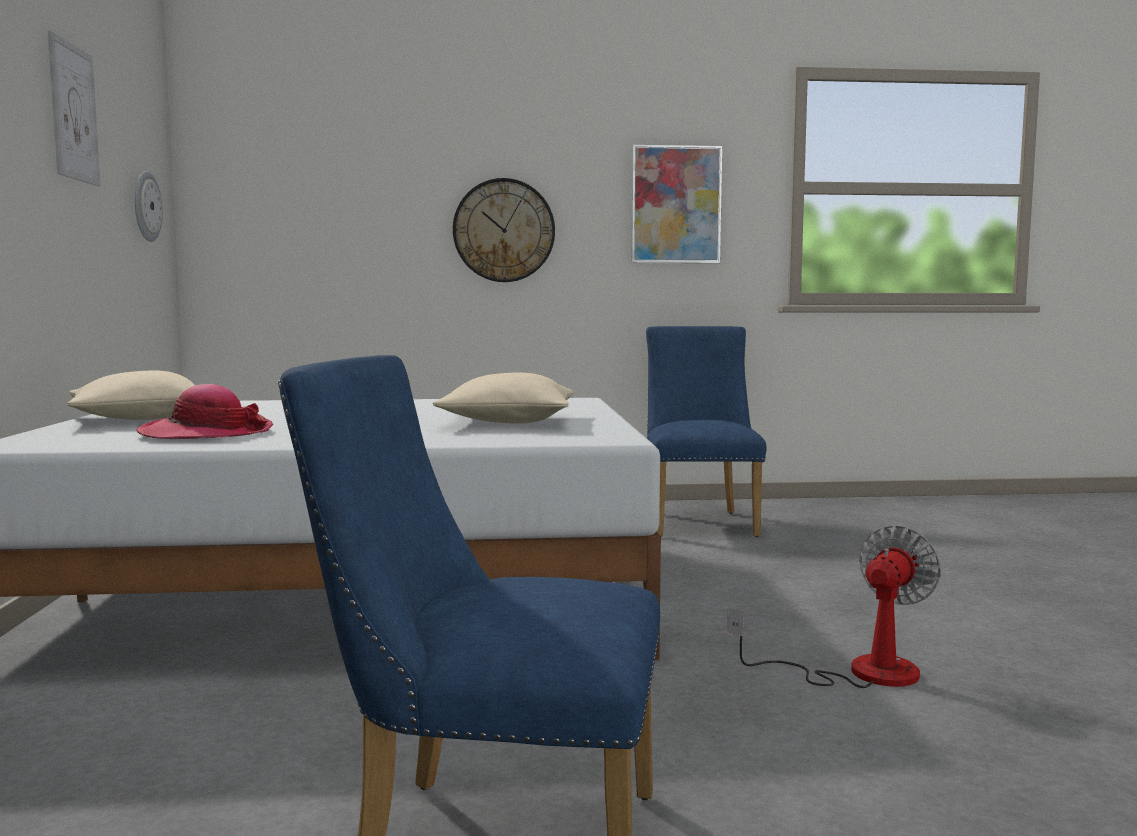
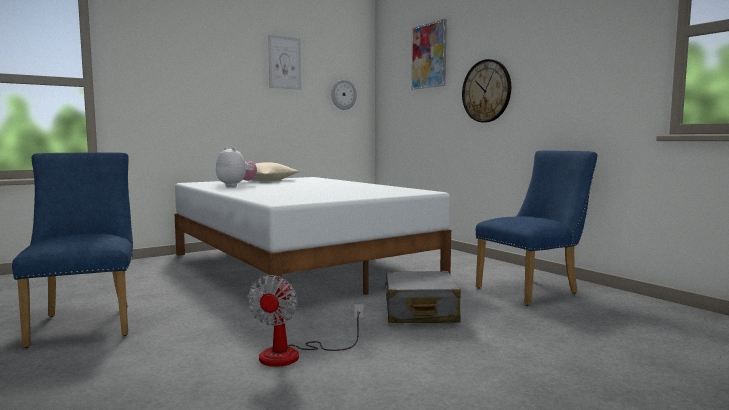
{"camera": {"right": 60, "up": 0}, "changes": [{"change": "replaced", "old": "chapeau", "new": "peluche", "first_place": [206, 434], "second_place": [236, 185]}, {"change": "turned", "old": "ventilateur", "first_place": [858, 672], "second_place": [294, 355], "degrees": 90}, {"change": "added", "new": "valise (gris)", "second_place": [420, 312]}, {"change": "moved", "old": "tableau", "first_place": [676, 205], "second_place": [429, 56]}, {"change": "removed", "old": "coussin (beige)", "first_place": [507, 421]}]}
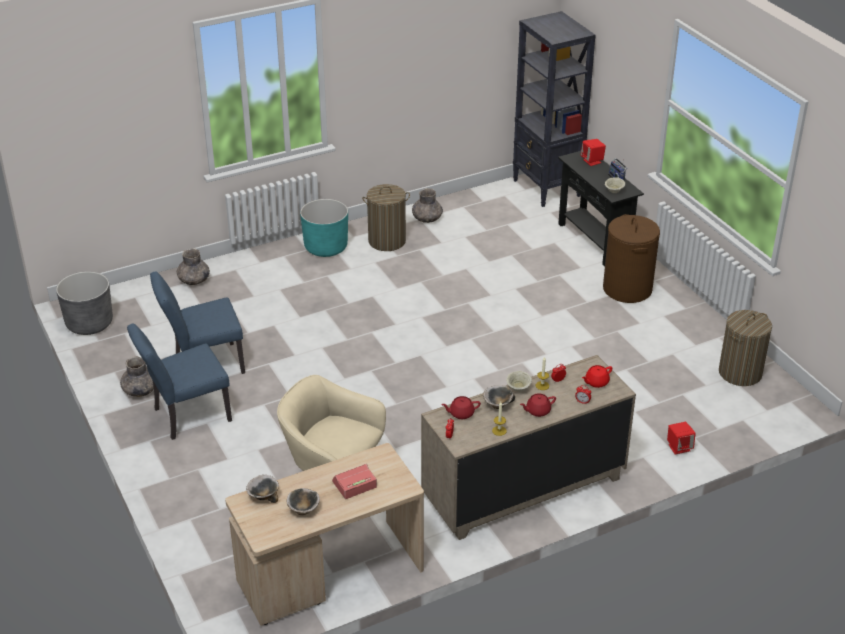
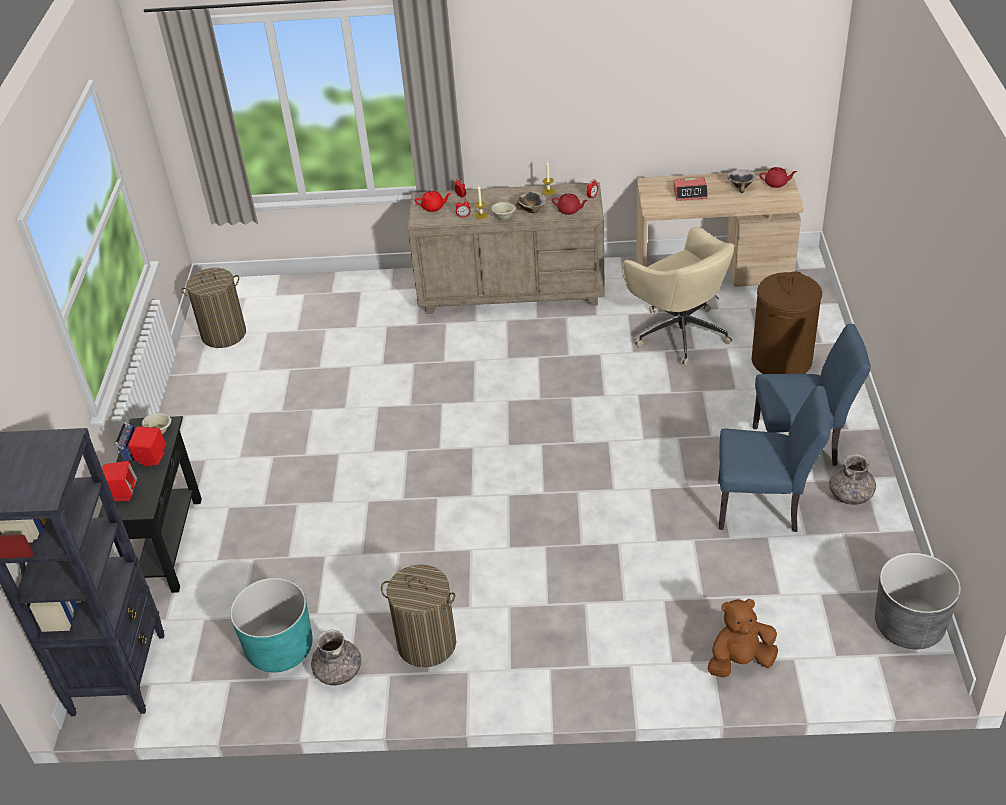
{"camera": {"right": -150, "up": 5}, "changes": [{"change": "moved", "old": "enceinte (rouge)", "first_place": [679, 447], "second_place": [151, 458]}, {"change": "moved", "old": "cache-pot (turquoise)", "first_place": [326, 247], "second_place": [280, 648]}, {"change": "replaced", "old": "vase (gris)", "new": "peluche (marron)", "first_place": [194, 280], "second_place": [740, 661]}, {"change": "moved", "old": "panier à linge (marron)", "first_place": [627, 289], "second_place": [781, 361]}, {"change": "moved", "old": "théière (rouge)", "first_place": [537, 411], "second_place": [776, 183]}, {"change": "removed", "old": "bol", "first_place": [263, 496]}]}
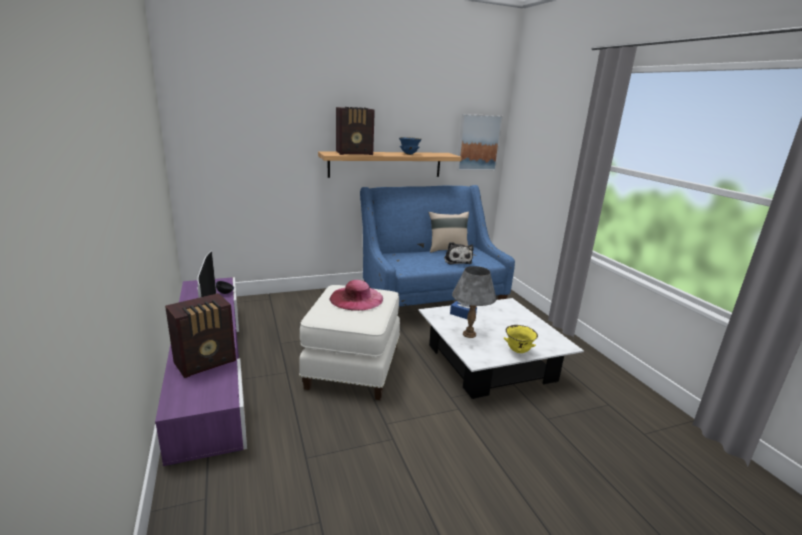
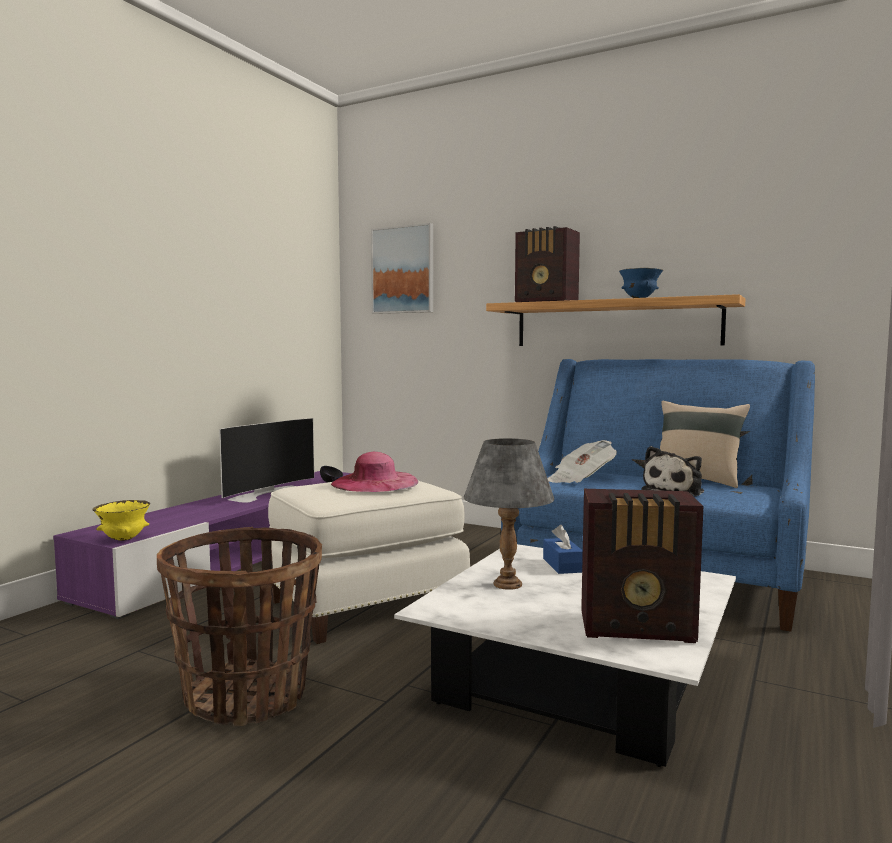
{"camera": {"right": 50, "up": -15}, "changes": [{"change": "moved", "old": "bol (jaune)", "first_place": [518, 351], "second_place": [124, 539]}, {"change": "added", "new": "panier", "second_place": [247, 696]}, {"change": "moved", "old": "tableau", "first_place": [478, 142], "second_place": [403, 270]}, {"change": "added", "new": "journal", "second_place": [580, 480]}, {"change": "moved", "old": "radio", "first_place": [207, 362], "second_place": [639, 628]}]}
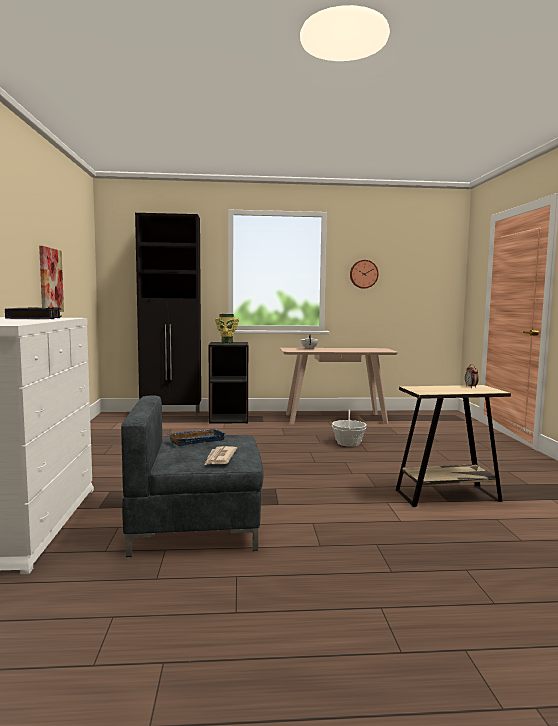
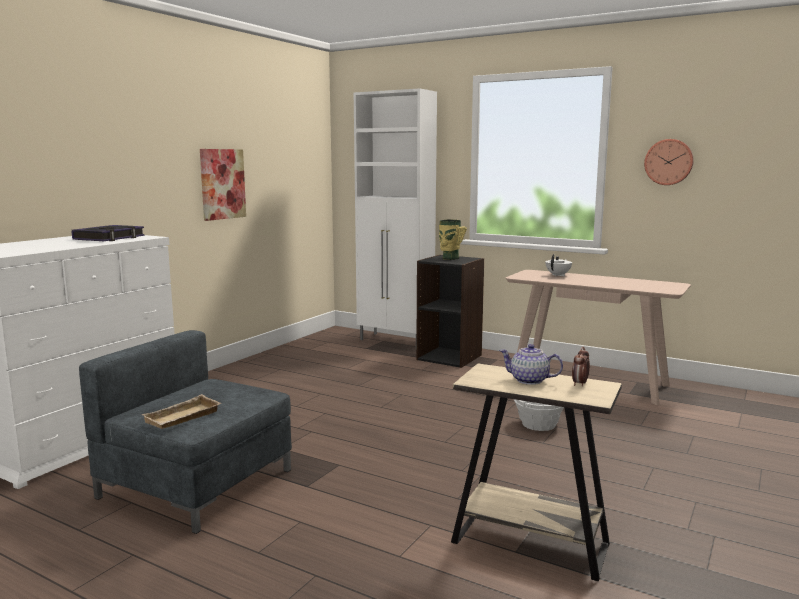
{"camera": {"right": 35, "up": 5}, "changes": [{"change": "replaced", "old": "journal", "new": "plateau (beige)", "first_place": [220, 458], "second_place": [183, 418]}, {"change": "recoloured", "old": "meuble de rangement (noir)", "new": "meuble de rangement (blanc)", "first_place": [172, 415], "second_place": [396, 341]}, {"change": "added", "new": "théière", "second_place": [530, 380]}, {"change": "removed", "old": "plateau (bleu)", "first_place": [196, 440]}]}
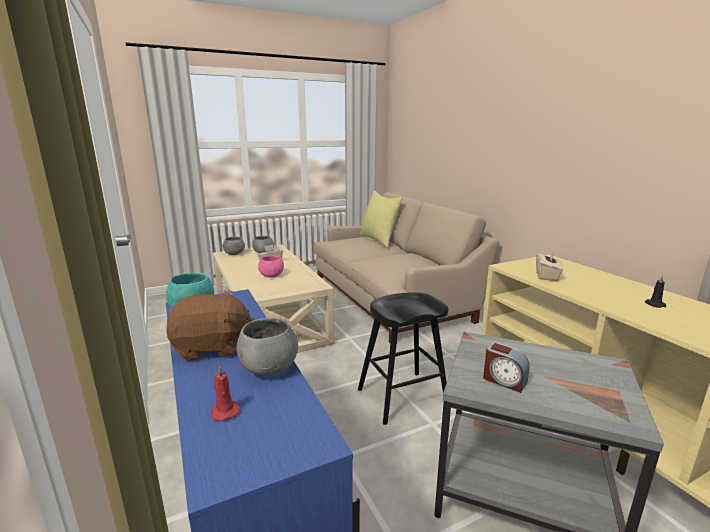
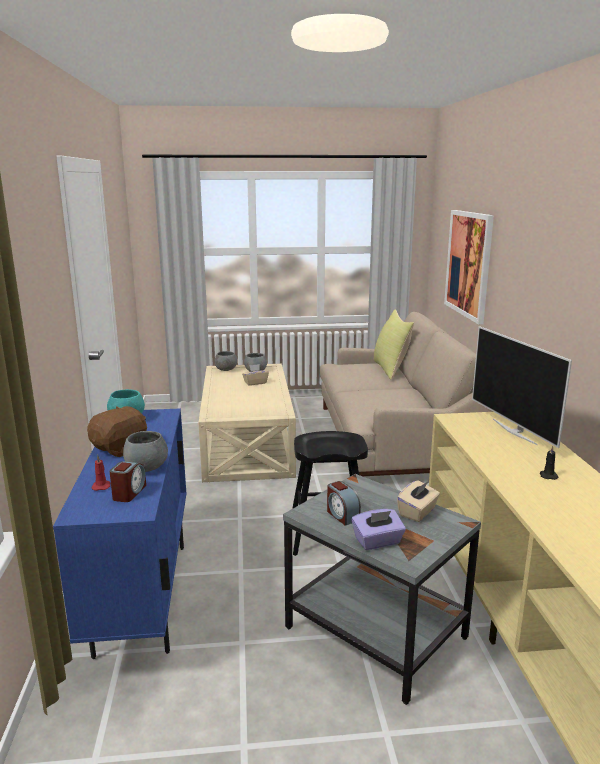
{"camera": {"right": 20, "up": 0}, "changes": [{"change": "turned", "old": "peluche (marron)", "first_place": [211, 347], "second_place": [121, 448], "degrees": -60}, {"change": "added", "new": "réveil", "second_place": [129, 493]}, {"change": "added", "new": "boîte à mouchoirs (violet)", "second_place": [378, 542]}, {"change": "moved", "old": "boîte à mouchoirs (beige)", "first_place": [547, 276], "second_place": [418, 512]}, {"change": "added", "new": "tableau", "second_place": [468, 264]}, {"change": "added", "new": "téléviseur", "second_place": [515, 431]}, {"change": "removed", "old": "bol (rose)", "first_place": [271, 276]}]}
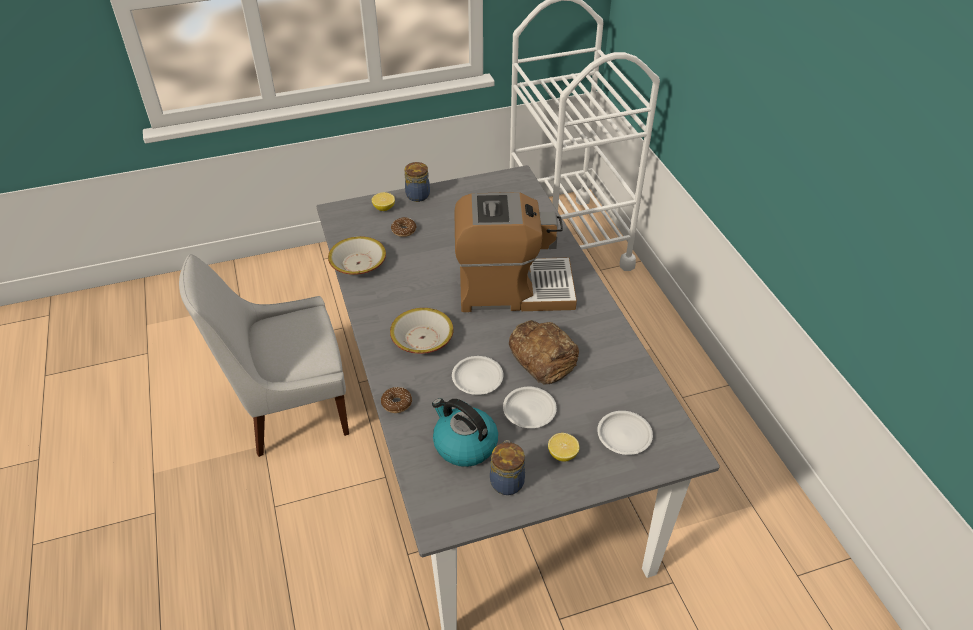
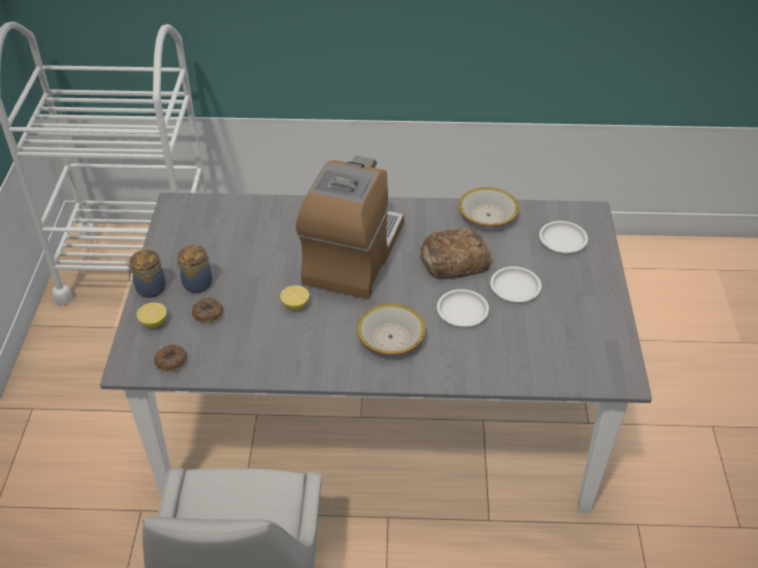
{"camera": {"right": -70, "up": 0}, "changes": [{"change": "moved", "old": "beignet", "first_place": [397, 403], "second_place": [171, 361]}, {"change": "moved", "old": "bocal", "first_place": [507, 481], "second_place": [196, 283]}, {"change": "moved", "old": "citron", "first_place": [562, 454], "second_place": [295, 305]}, {"change": "moved", "old": "bol", "first_place": [358, 264], "second_place": [488, 215]}, {"change": "removed", "old": "bouilloire", "first_place": [464, 444]}]}
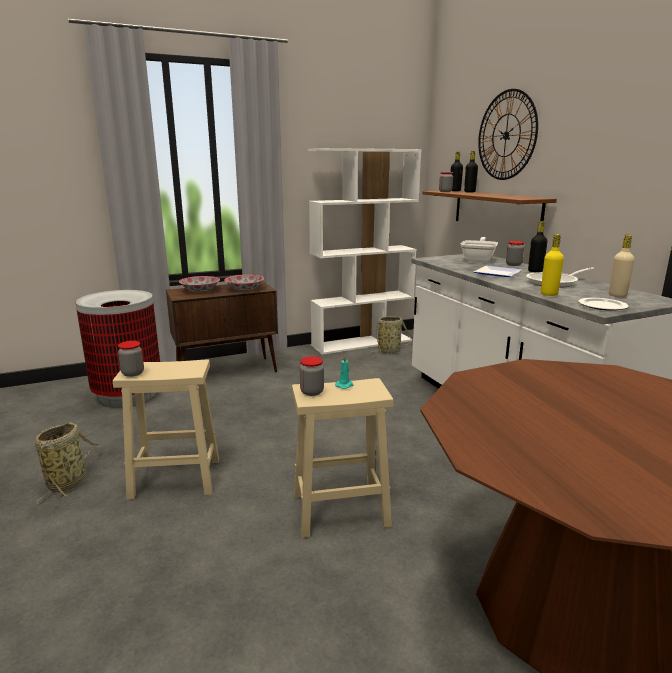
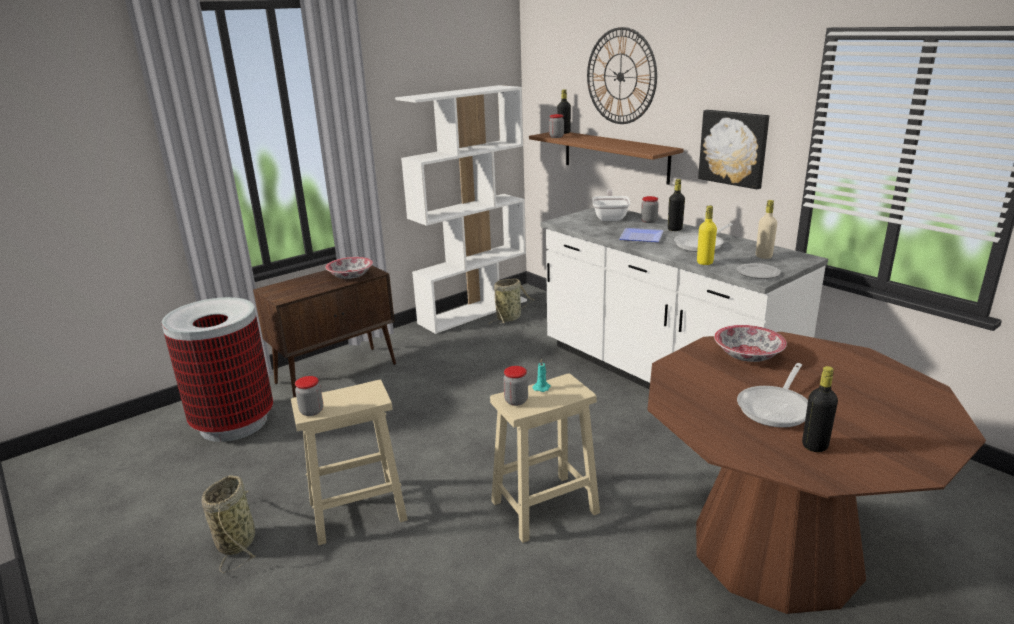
{"camera": {"right": -15, "up": 5}, "changes": [{"change": "added", "new": "tableau", "second_place": [734, 148]}, {"change": "moved", "old": "bol", "first_place": [200, 290], "second_place": [747, 356]}, {"change": "added", "new": "poêle", "second_place": [776, 408]}, {"change": "moved", "old": "bouteille (noir)", "first_place": [469, 192], "second_place": [815, 446]}]}
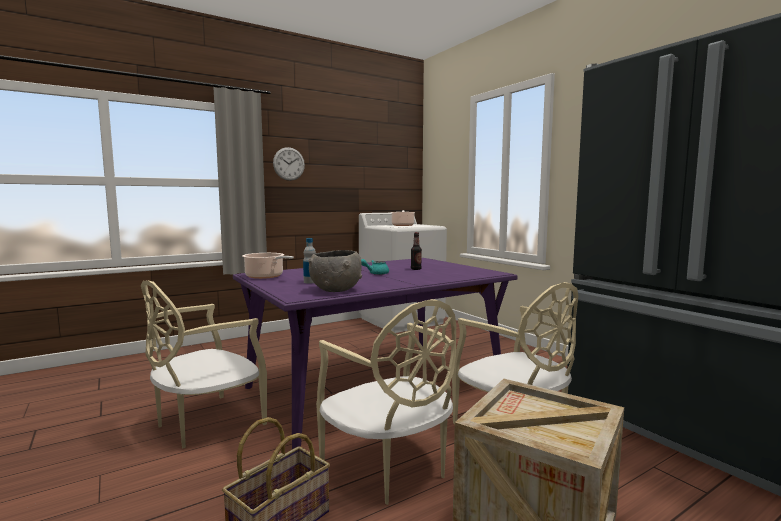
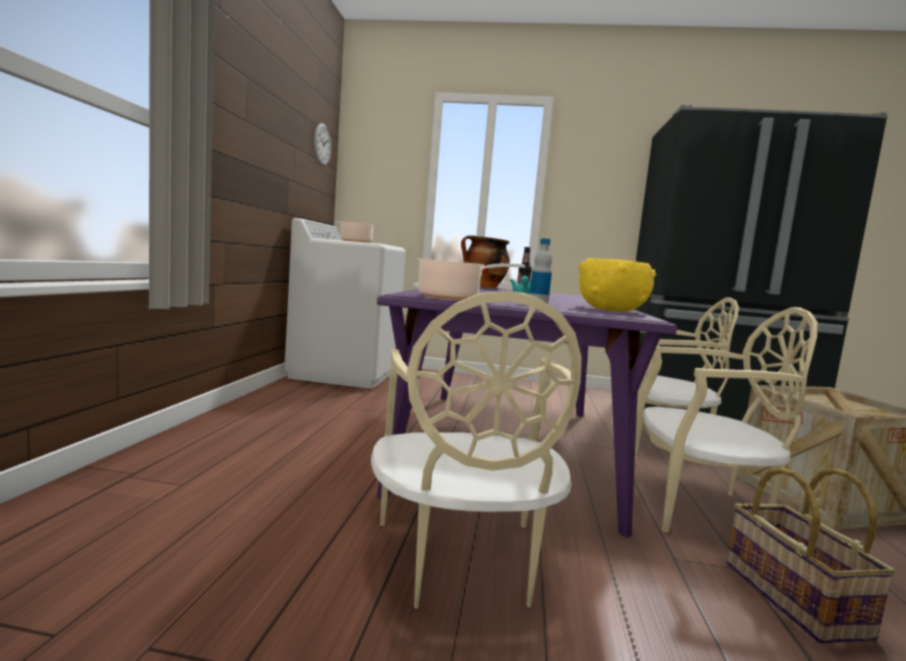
{"camera": {"right": -50, "up": 0}, "changes": [{"change": "moved", "old": "horloge murale", "first_place": [289, 164], "second_place": [322, 144]}, {"change": "added", "new": "marmite", "second_place": [483, 287]}, {"change": "recoloured", "old": "bol (gris)", "new": "bol (jaune)", "first_place": [335, 290], "second_place": [611, 310]}]}
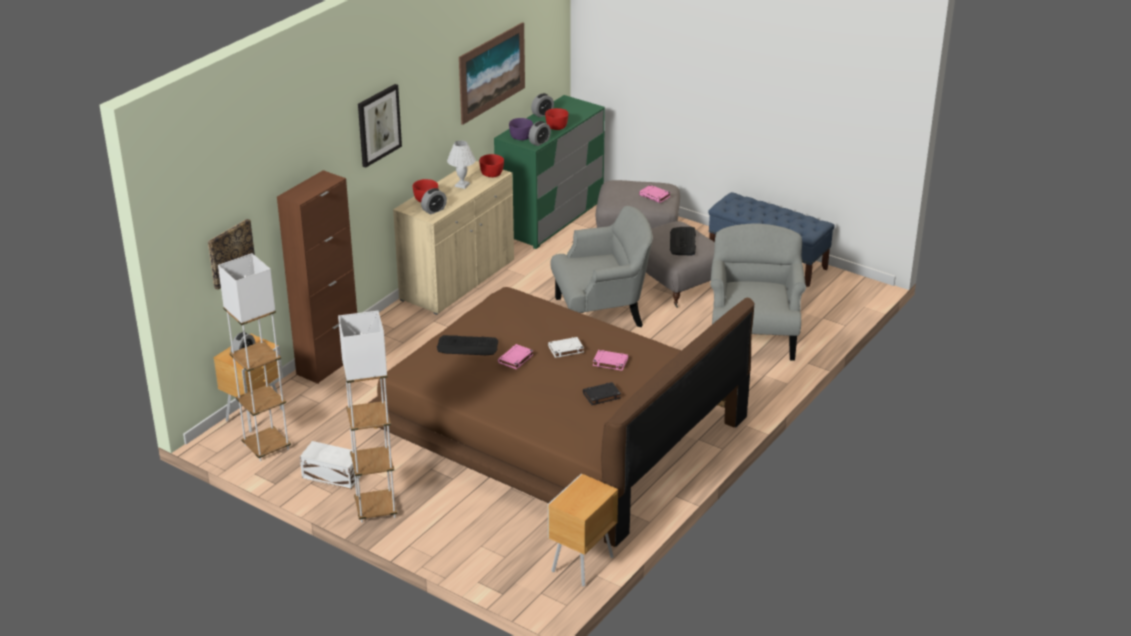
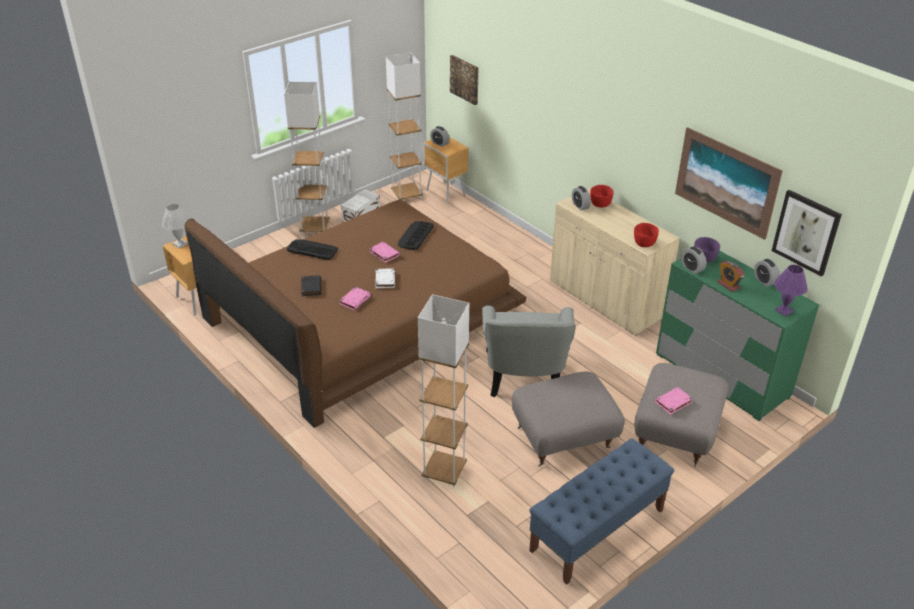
{"camera": {"right": 105, "up": 5}, "changes": [{"change": "moved", "old": "lampe de table (blanc)", "first_place": [461, 185], "second_place": [180, 244]}, {"change": "moved", "old": "clavier", "first_place": [683, 242], "second_place": [312, 249]}, {"change": "replaced", "old": "fauteuil (gris)", "new": "lampadaire (blanc)", "first_place": [753, 336], "second_place": [444, 471]}, {"change": "replaced", "old": "bol (rouge)", "new": "réveil", "first_place": [557, 127], "second_place": [728, 285]}, {"change": "moved", "old": "tableau", "first_place": [378, 125], "second_place": [806, 232]}, {"change": "added", "new": "lampe de table (violet)", "second_place": [784, 310]}, {"change": "removed", "old": "meuble de rangement (marron)", "first_place": [328, 364]}]}
